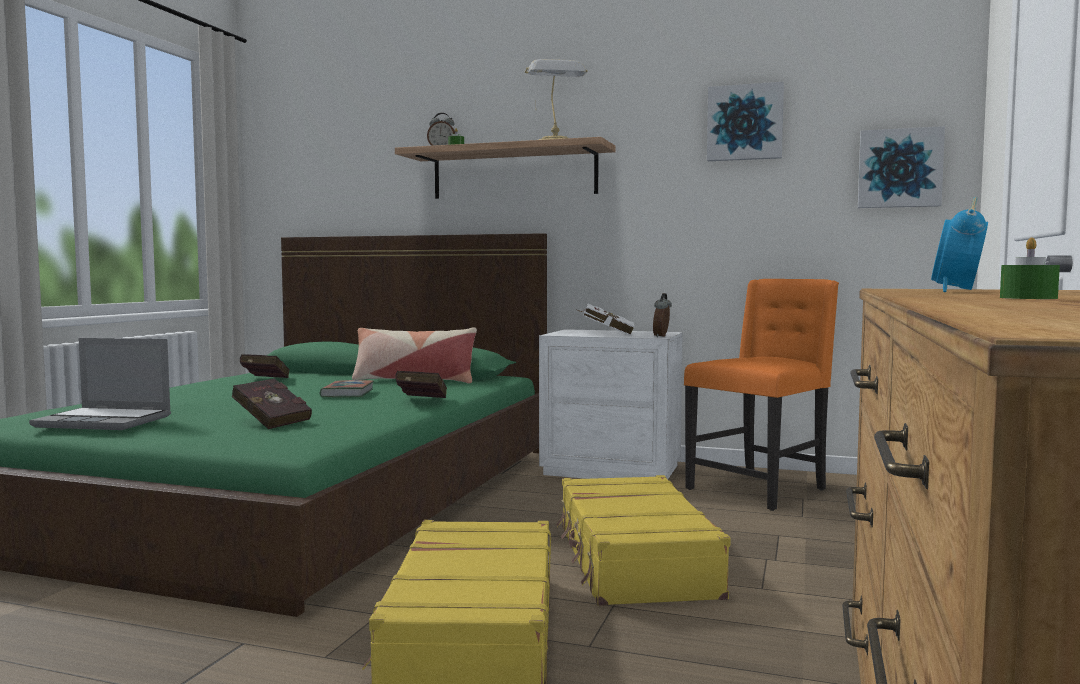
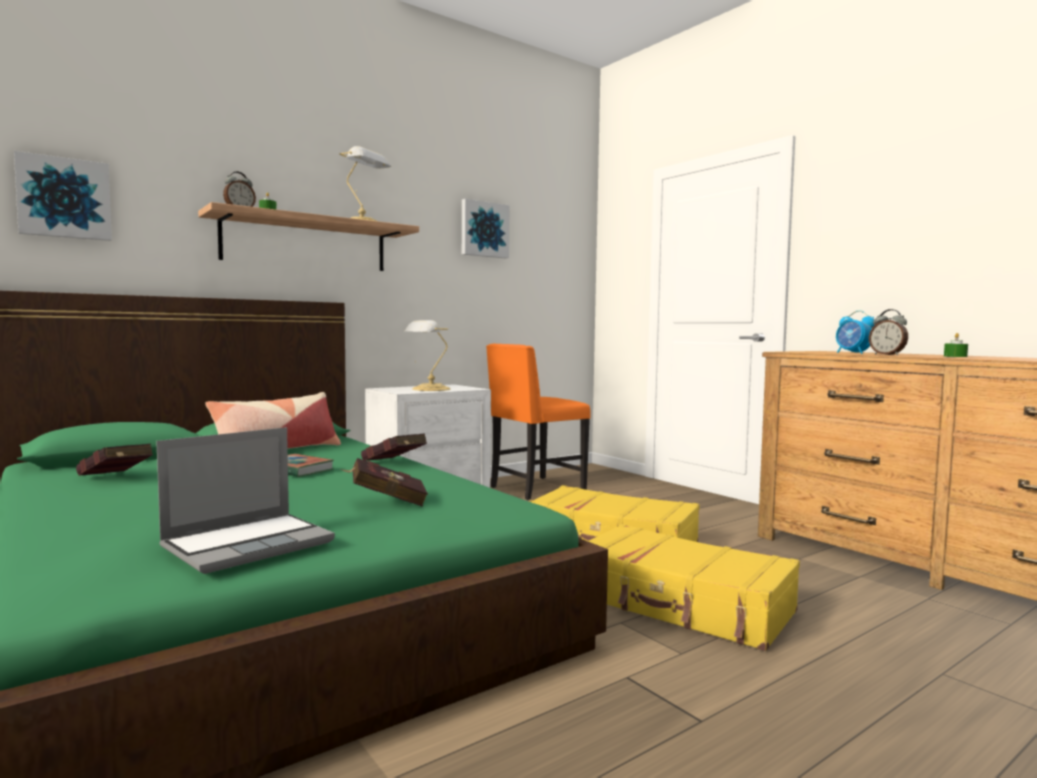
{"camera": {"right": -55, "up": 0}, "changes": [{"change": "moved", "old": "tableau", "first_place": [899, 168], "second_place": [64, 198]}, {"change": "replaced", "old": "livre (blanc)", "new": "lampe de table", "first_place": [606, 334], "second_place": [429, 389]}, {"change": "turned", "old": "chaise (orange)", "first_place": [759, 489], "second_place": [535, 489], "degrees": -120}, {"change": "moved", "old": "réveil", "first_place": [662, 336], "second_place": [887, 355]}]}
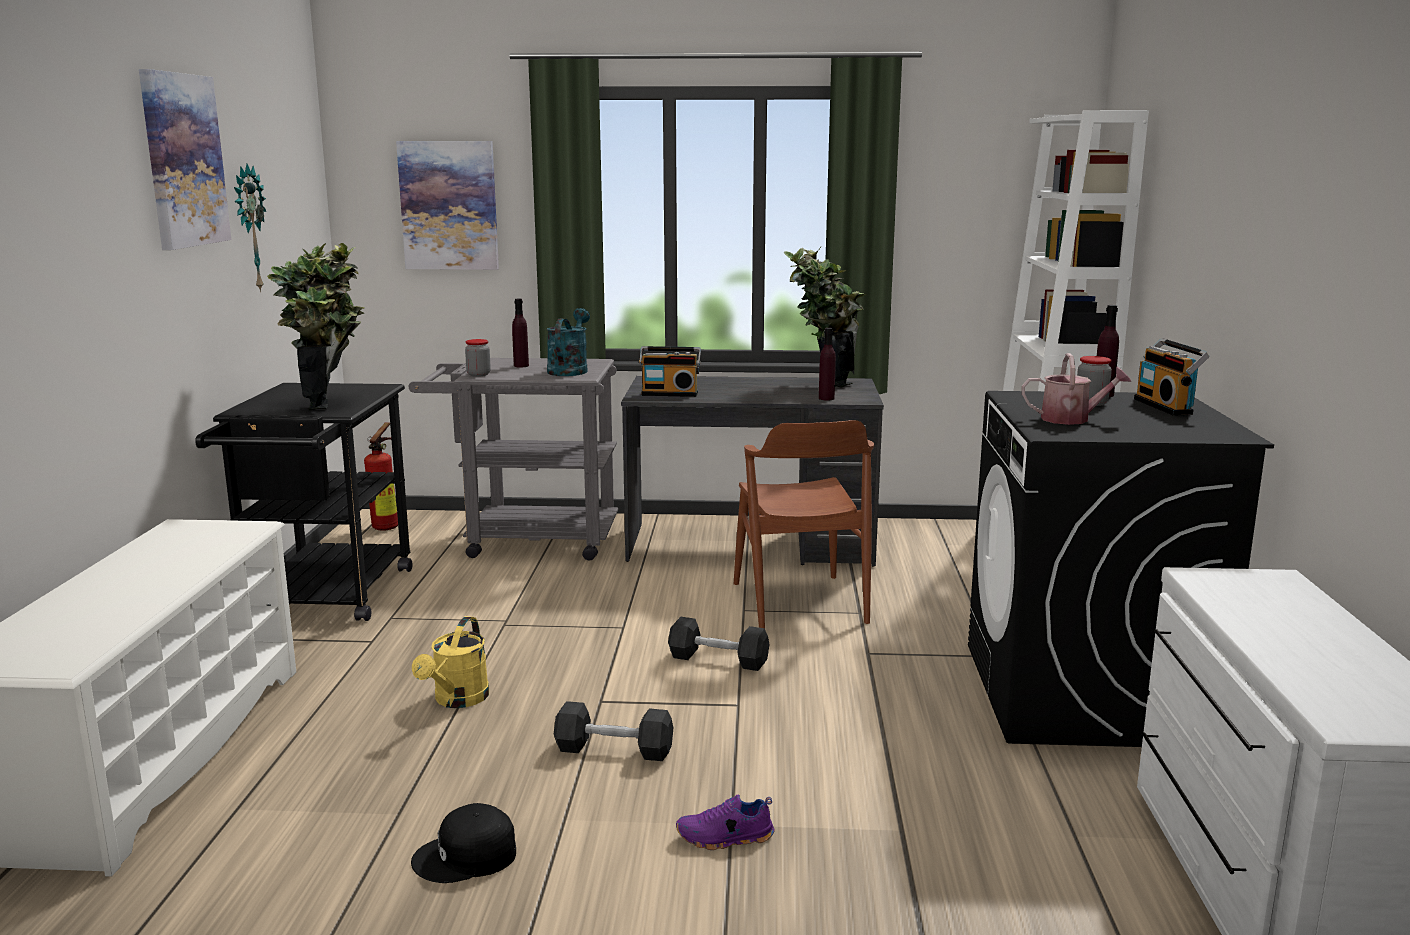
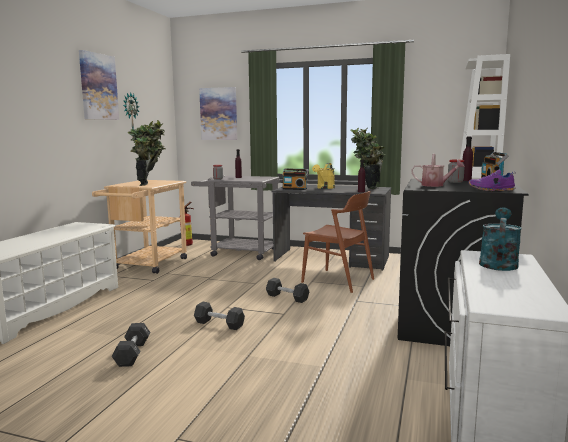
{"camera": {"right": 15, "up": -5}, "changes": [{"change": "recoloured", "old": "chariot (noir)", "new": "chariot (beige)", "first_place": [325, 599], "second_place": [147, 265]}, {"change": "replaced", "old": "casquette (noir)", "new": "haltère (noir)", "first_place": [466, 857], "second_place": [132, 353]}, {"change": "turned", "old": "chaise (marron)", "first_place": [799, 602], "second_place": [338, 280], "degrees": -60}, {"change": "moved", "old": "arrosoir (jaune)", "first_place": [457, 700], "second_place": [324, 188]}, {"change": "moved", "old": "chaussure (violet)", "first_place": [725, 839], "second_place": [491, 190]}, {"change": "moved", "old": "arrosoir (turquoise)", "first_place": [569, 370], "second_place": [498, 263]}]}
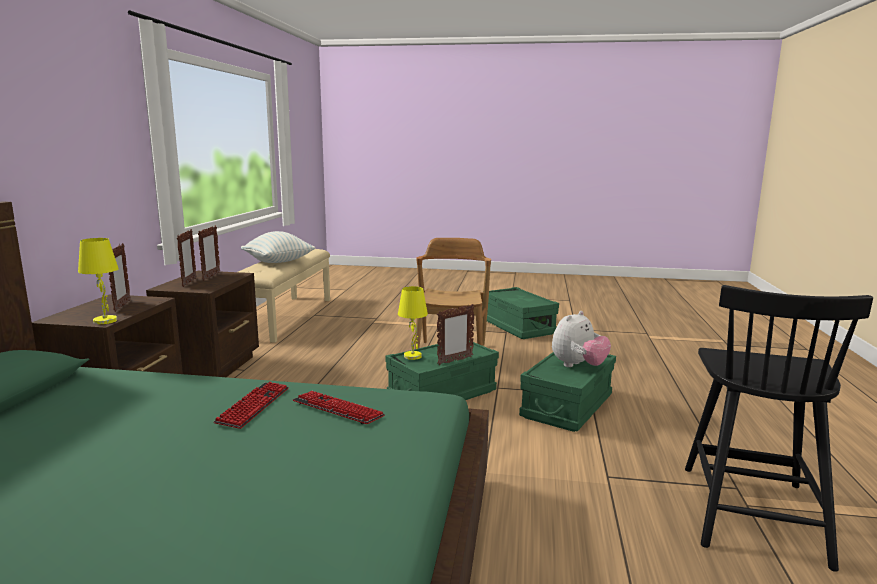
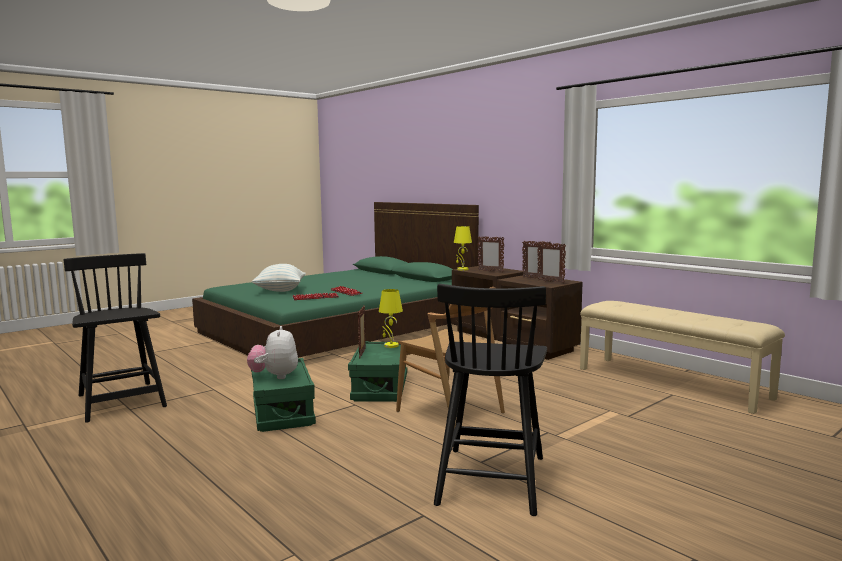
{"camera": {"right": 130, "up": -5}, "changes": [{"change": "moved", "old": "coussin", "first_place": [279, 262], "second_place": [280, 291]}, {"change": "replaced", "old": "boîte de rangement (vert)", "new": "chaise (noir)", "first_place": [518, 327], "second_place": [491, 478]}]}
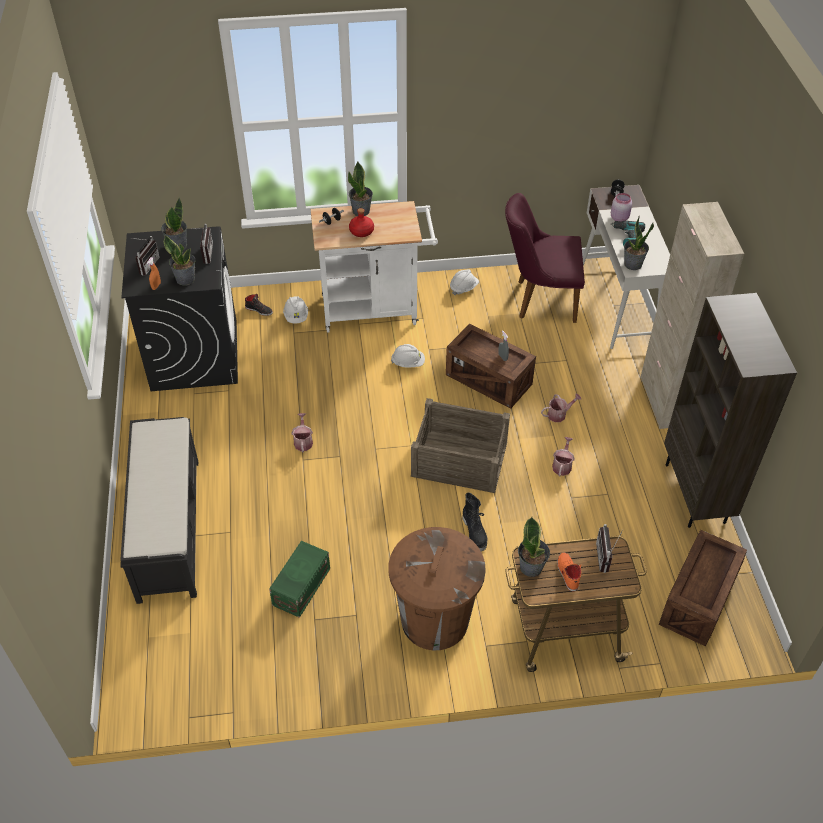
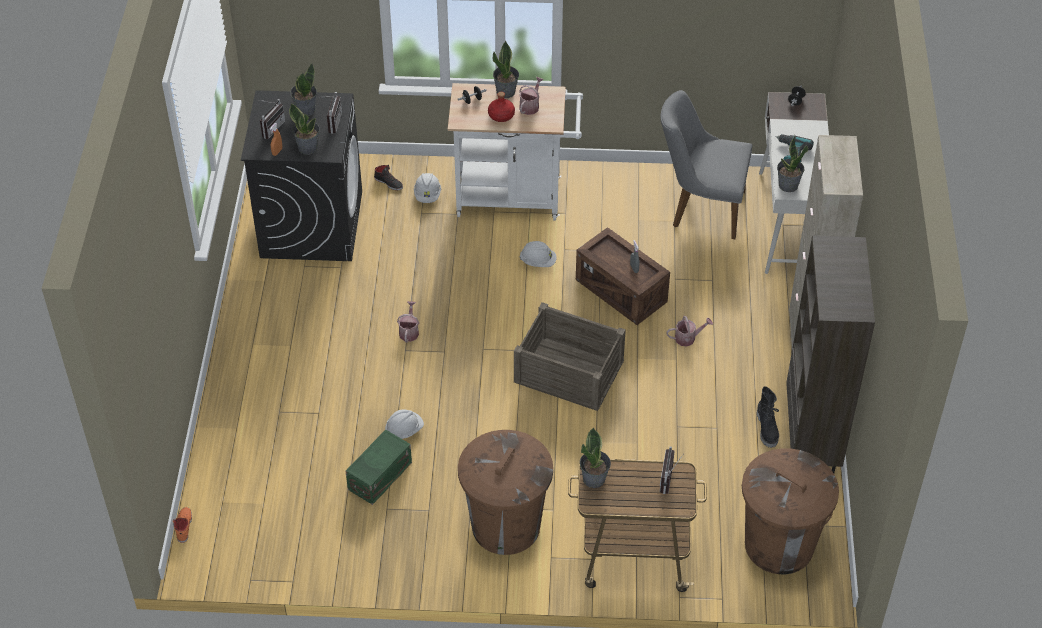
{"camera": {"right": 10, "up": 0}, "changes": [{"change": "moved", "old": "chaussure (orange)", "first_place": [567, 573], "second_place": [183, 526]}, {"change": "moved", "old": "casque de chantier (blanc)", "first_place": [463, 288], "second_place": [404, 430]}, {"change": "moved", "old": "arrosoir", "first_place": [562, 465], "second_place": [530, 106]}, {"change": "recoloured", "old": "chaise (violet)", "new": "chaise (gris)", "first_place": [539, 299], "second_place": [700, 208]}, {"change": "replaced", "old": "caisse", "new": "poubelle (marron)", "first_place": [697, 600], "second_place": [779, 545]}, {"change": "moved", "old": "botte (noir)", "first_place": [475, 532], "second_place": [767, 429]}, {"change": "removed", "old": "banc (noir)", "first_place": [169, 527]}, {"change": "removed", "old": "bocal (rose)", "first_place": [619, 217]}]}
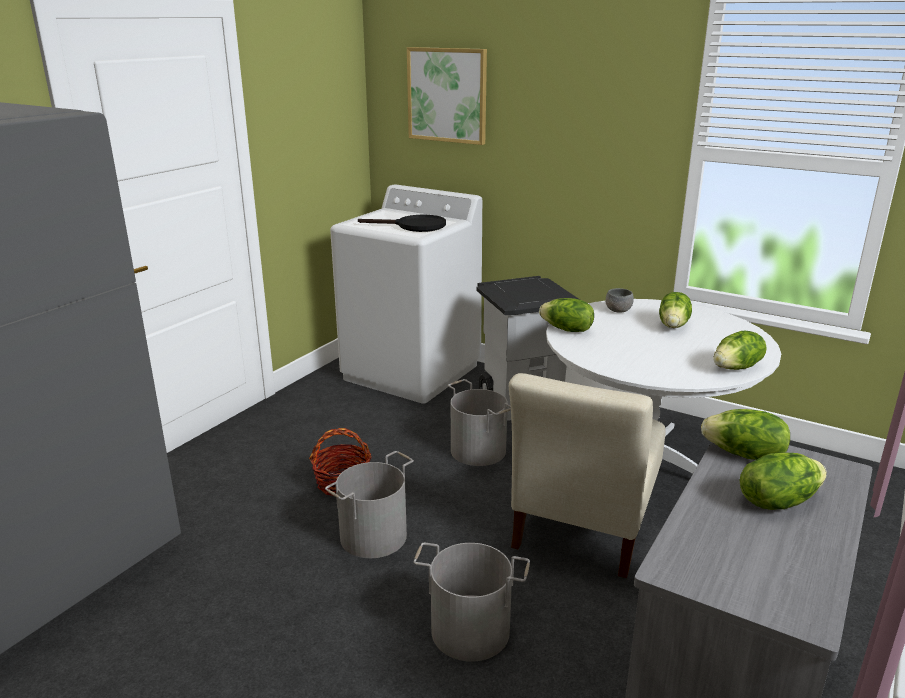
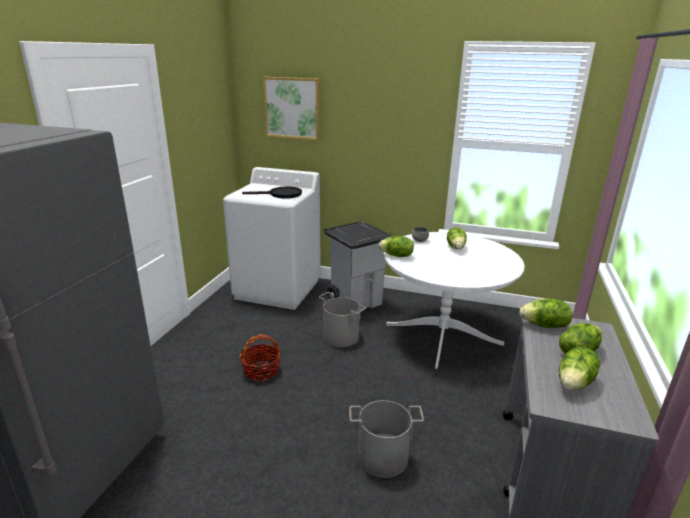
{"camera": {"right": -15, "up": 0}, "changes": [{"change": "moved", "old": "laitue", "first_place": [737, 368], "second_place": [575, 383]}, {"change": "removed", "old": "seau (gris)", "first_place": [374, 537]}, {"change": "removed", "old": "chaise (beige)", "first_place": [583, 525]}]}
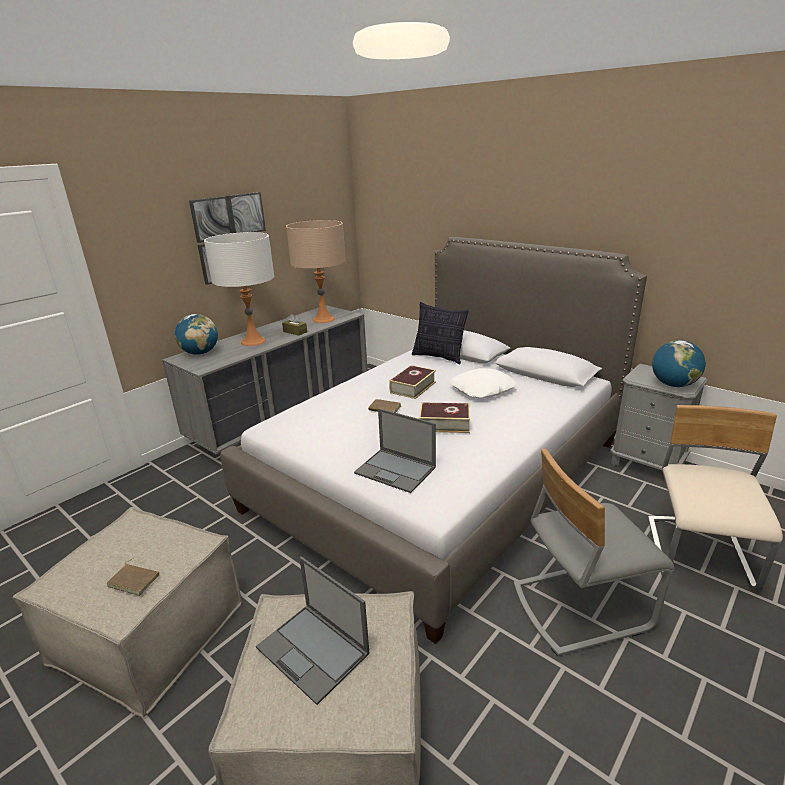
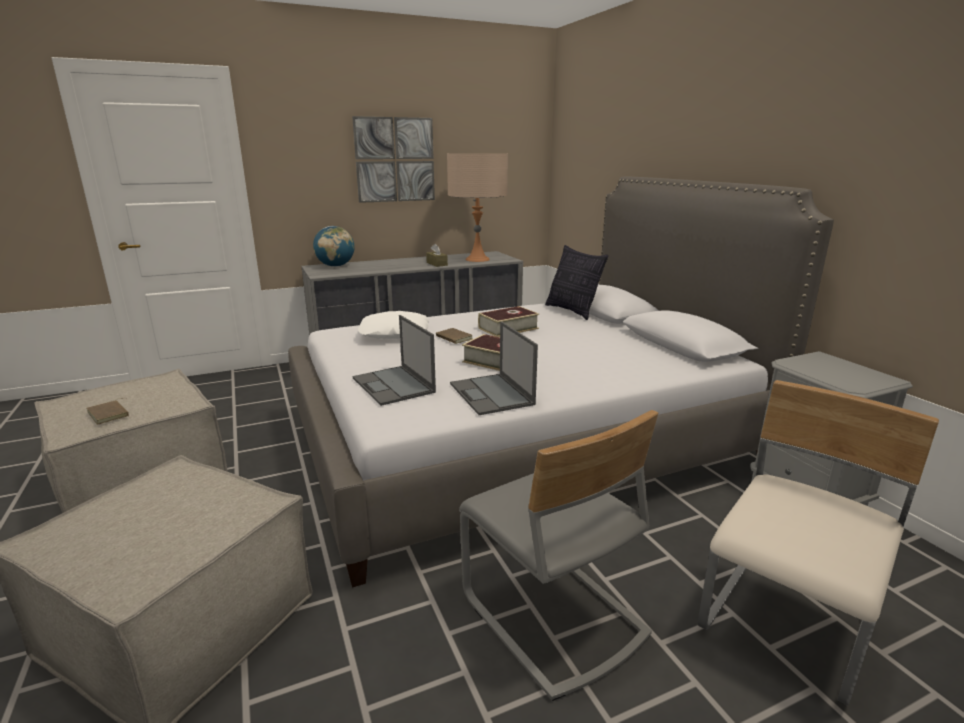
{"camera": {"right": 25, "up": -5}, "changes": [{"change": "moved", "old": "coussin (blanc)", "first_place": [483, 389], "second_place": [394, 333]}, {"change": "moved", "old": "ordinateur portable", "first_place": [314, 651], "second_place": [492, 394]}, {"change": "turned", "old": "chaise (gris)", "first_place": [579, 605], "second_place": [551, 616], "degrees": -135}, {"change": "removed", "old": "lampe de table (blanc)", "first_place": [253, 341]}, {"change": "removed", "old": "globe", "first_place": [673, 385]}]}
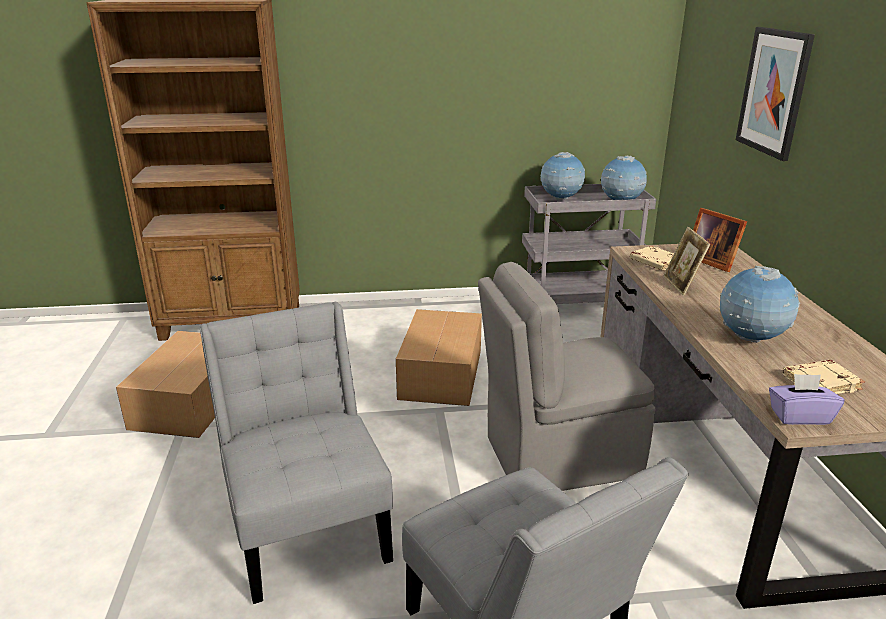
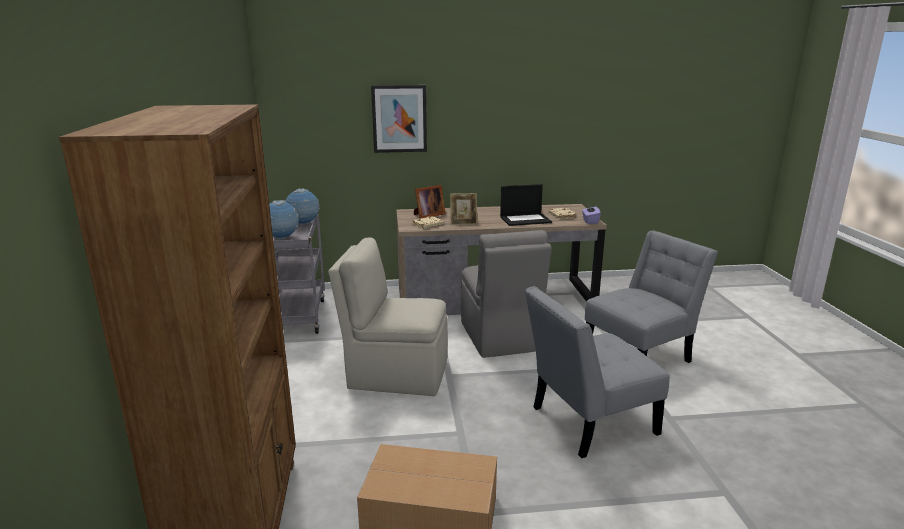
{"camera": {"right": -90, "up": -5}, "changes": [{"change": "replaced", "old": "carton", "new": "chaise (beige)", "first_place": [442, 373], "second_place": [395, 374]}, {"change": "replaced", "old": "globe", "new": "ordinateur portable", "first_place": [750, 339], "second_place": [525, 219]}]}
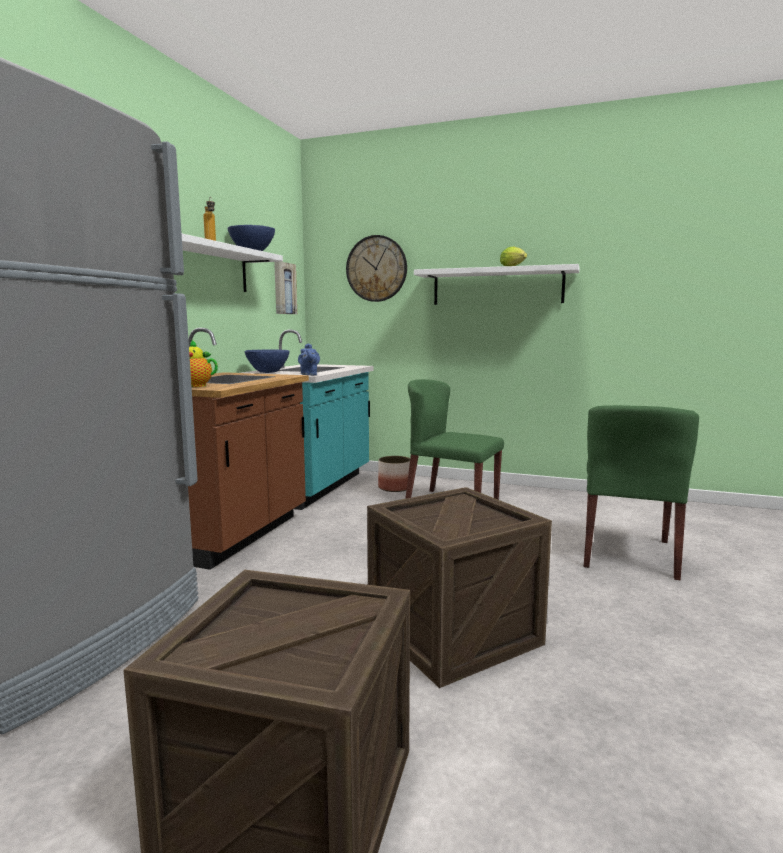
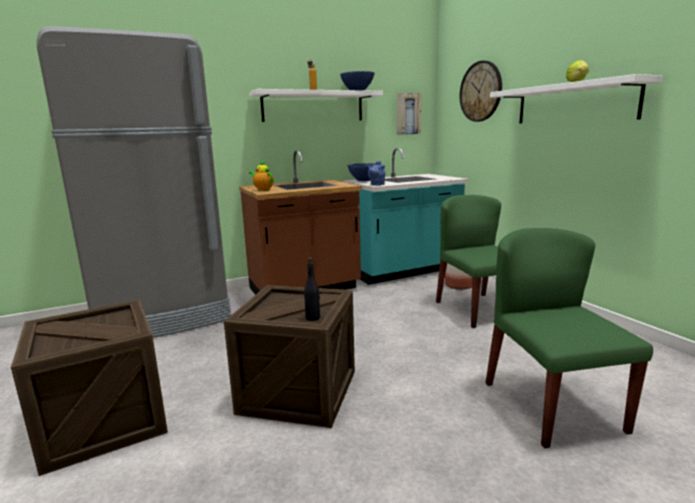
{"camera": {"right": 45, "up": 5}, "changes": [{"change": "added", "new": "bouteille (noir)", "second_place": [313, 318]}, {"change": "turned", "old": "chaise (vert)", "first_place": [628, 554], "second_place": [551, 405], "degrees": 105}]}
